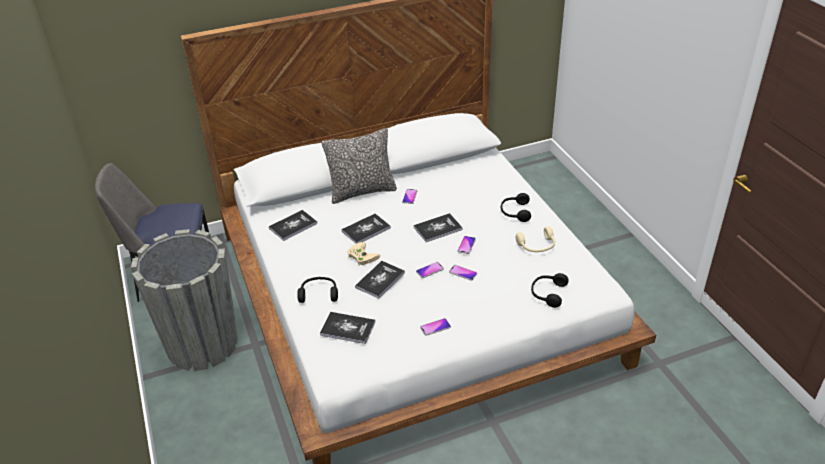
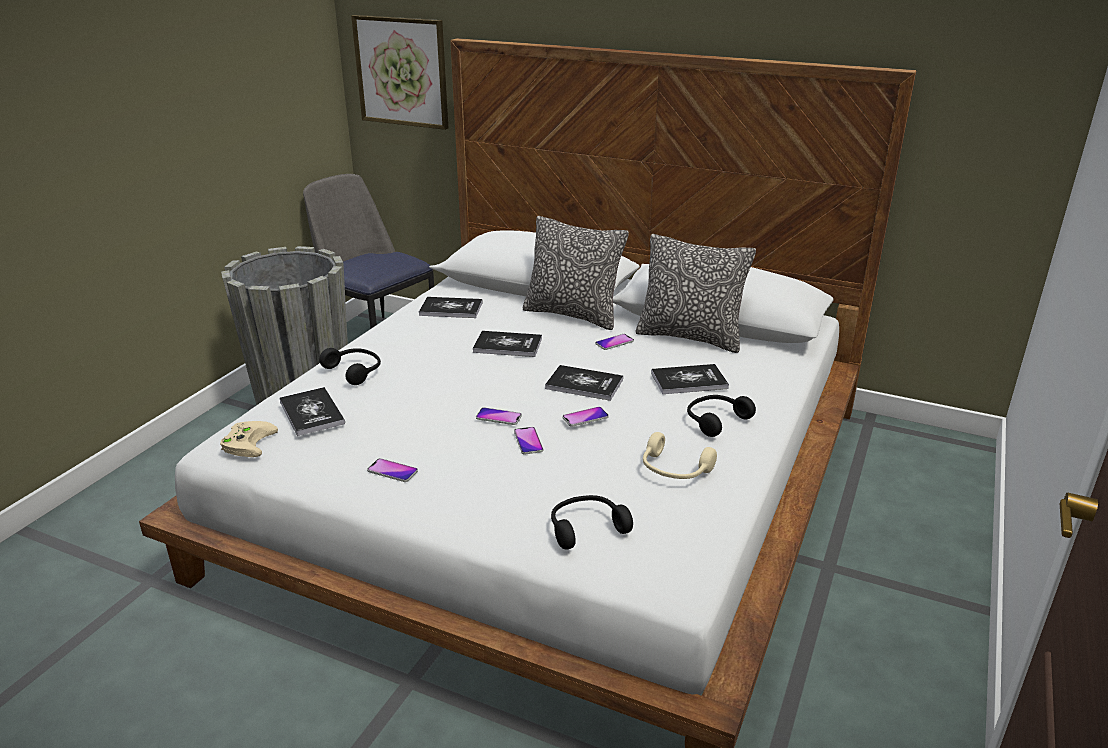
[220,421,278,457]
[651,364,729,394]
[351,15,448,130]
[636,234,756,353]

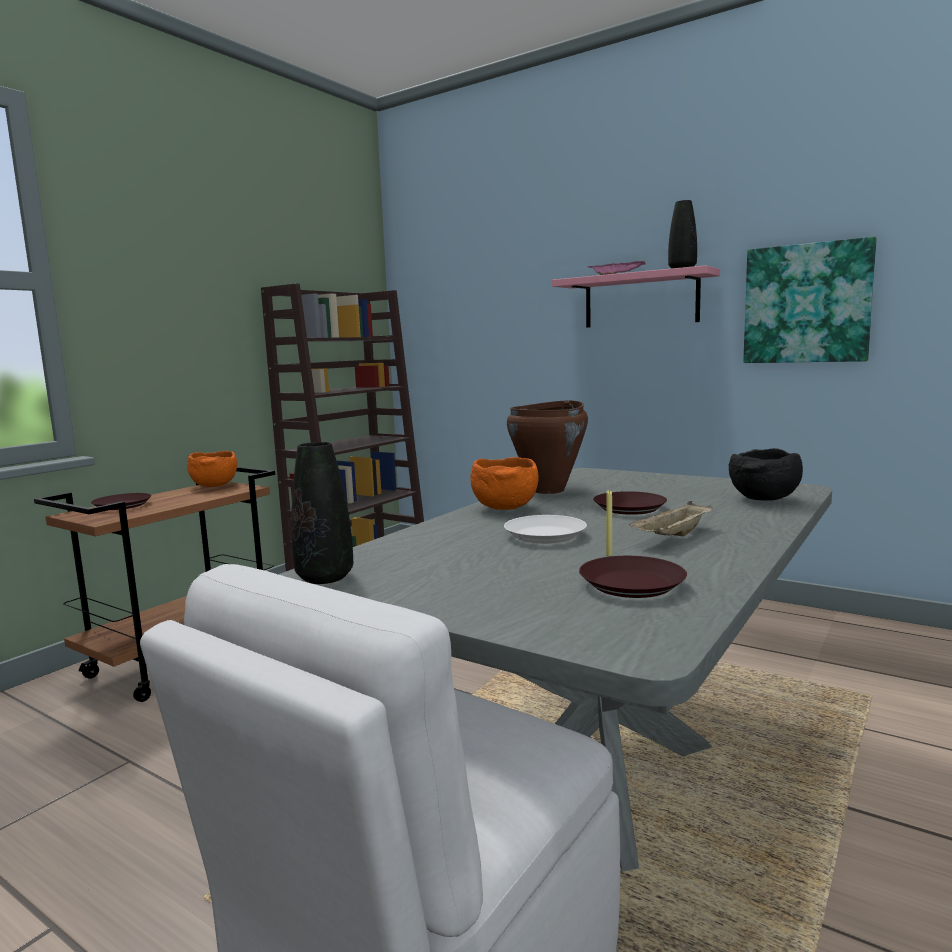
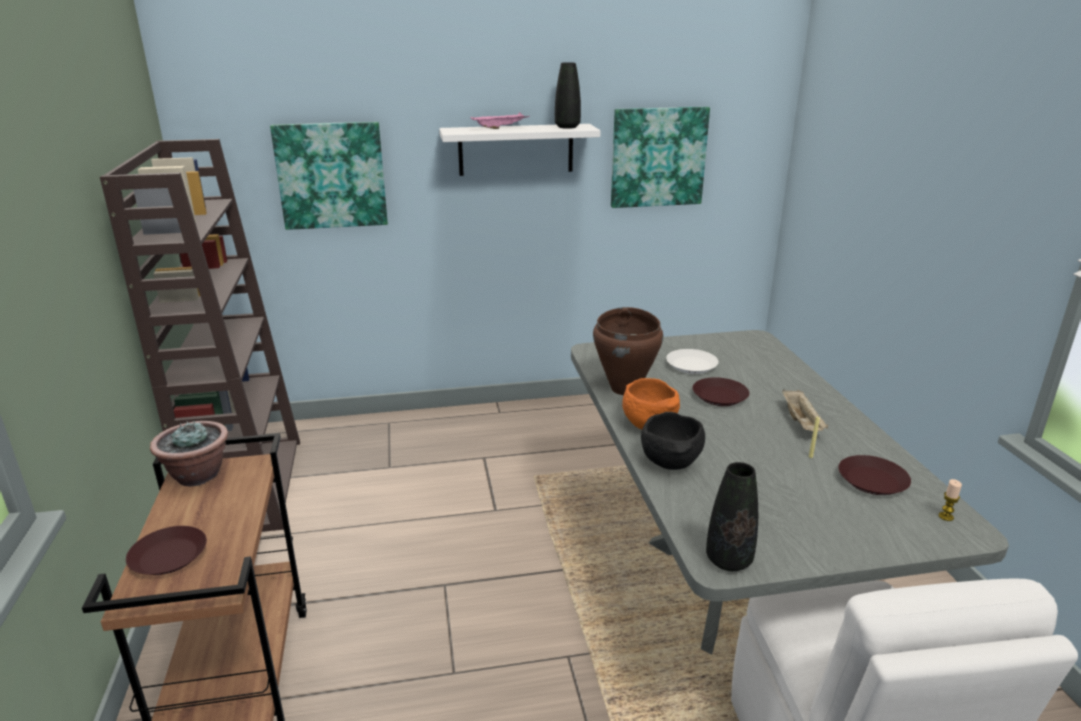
[150,421,228,486]
[666,349,718,374]
[439,124,601,176]
[641,412,705,470]
[270,122,388,230]
[938,479,962,521]

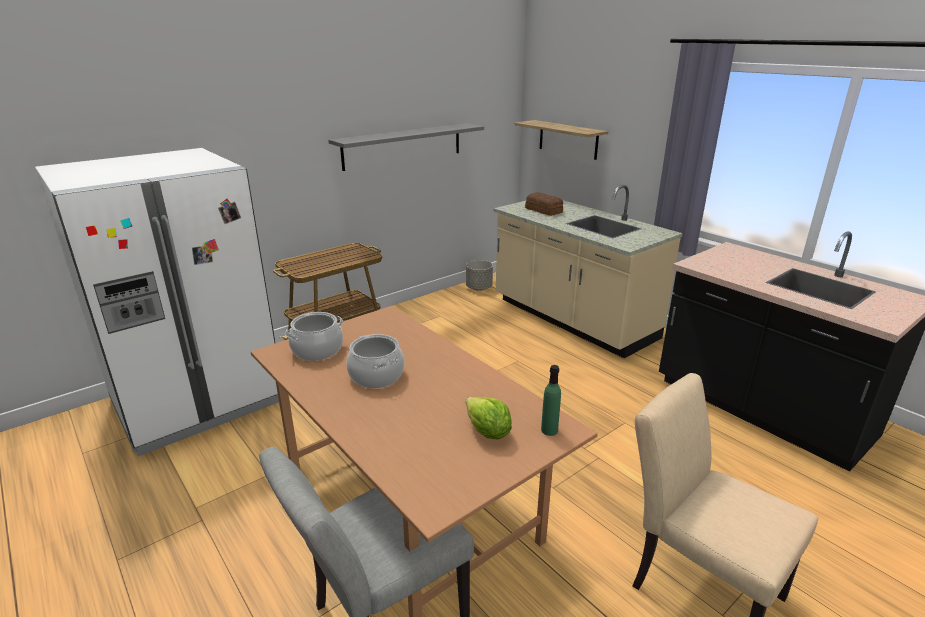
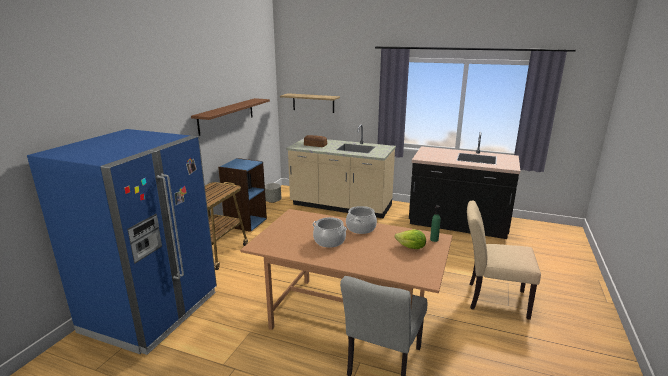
[27,129,217,355]
[346,206,377,234]
[191,98,270,136]
[218,158,267,232]

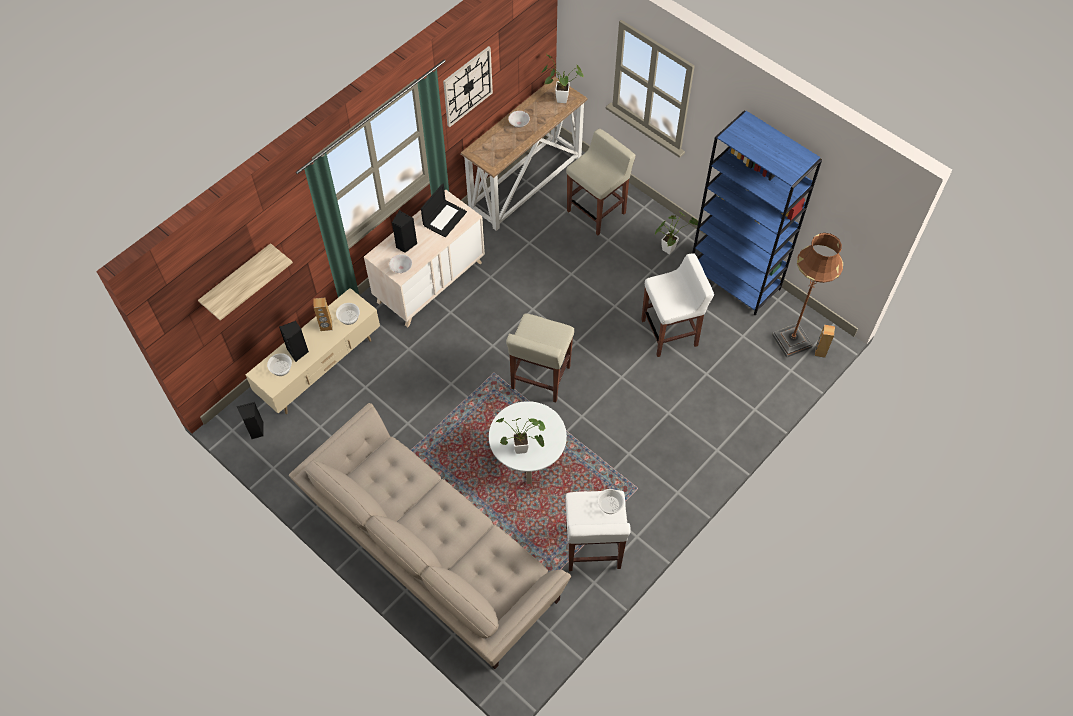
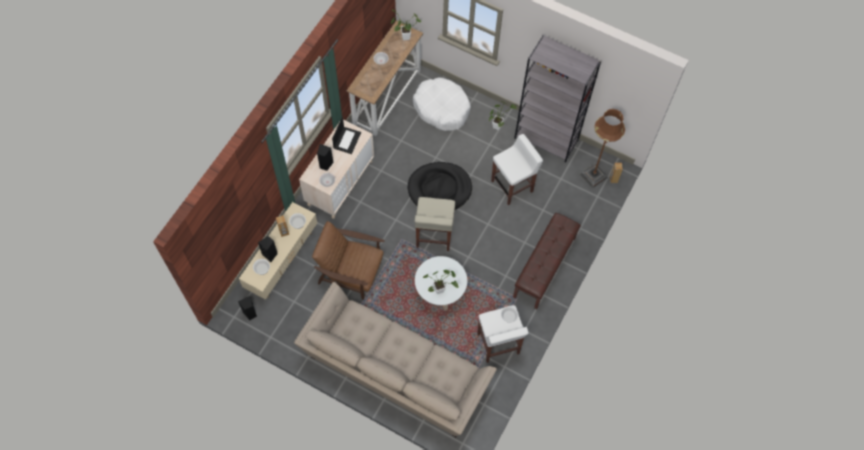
[198,243,293,321] (first image)
[443,46,493,127] (first image)
[413,77,471,131]
[514,36,601,163]
[312,221,385,300]
[408,162,472,210]
[513,213,581,309]

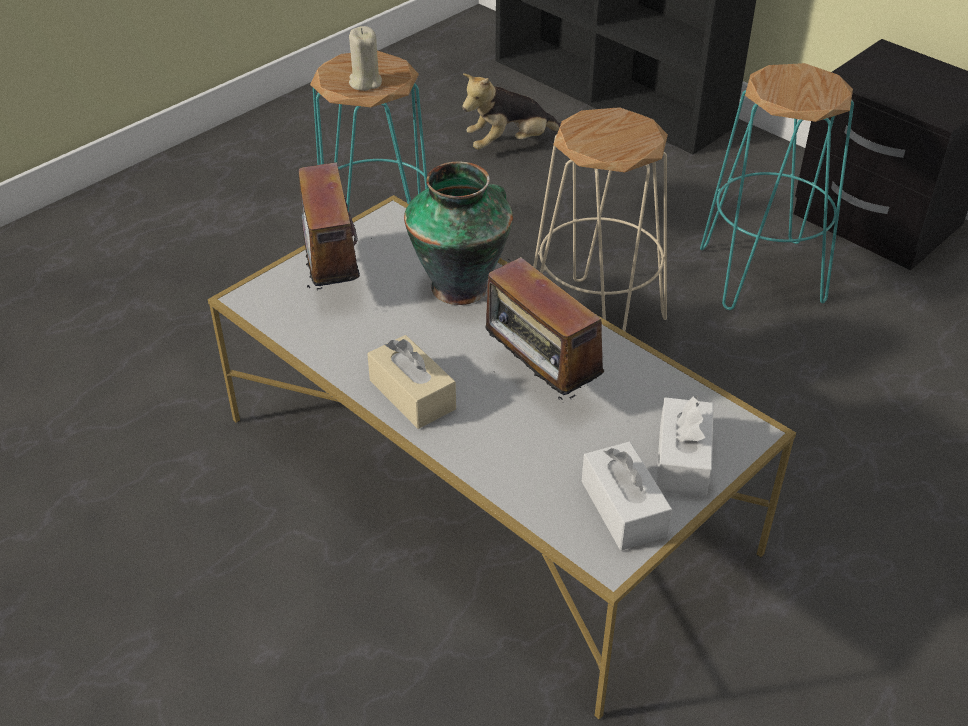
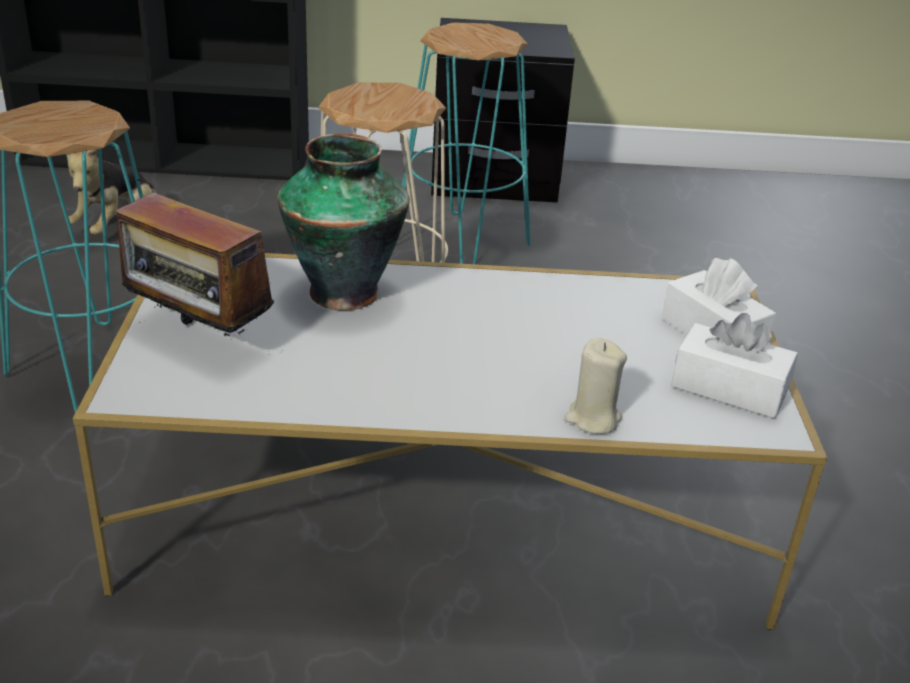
[564,338,627,434]
[367,335,456,429] (first image)
[485,257,604,400] (first image)

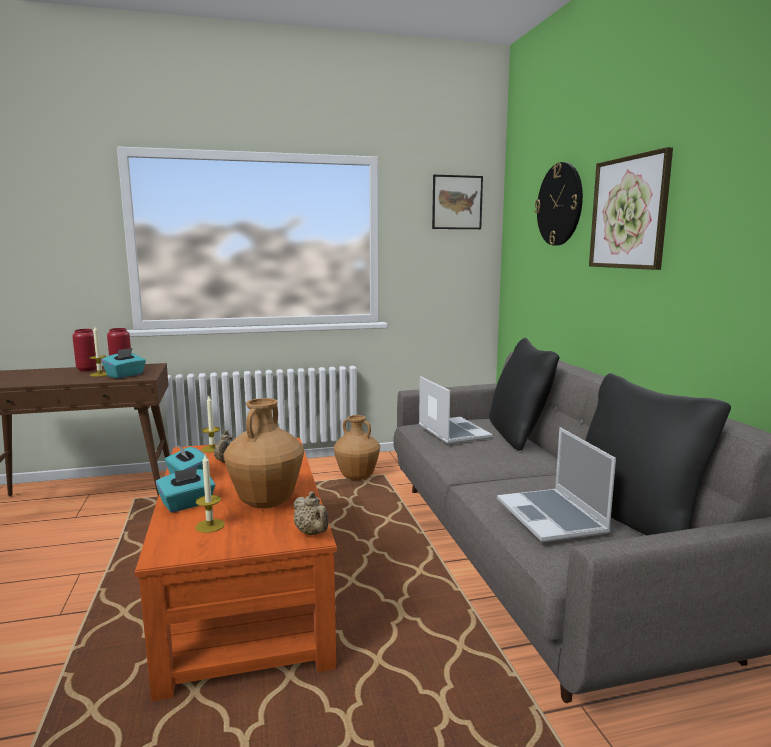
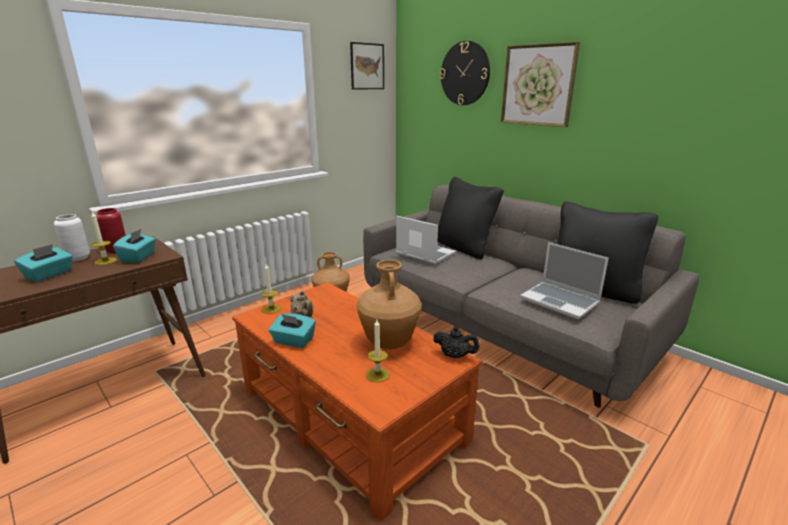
[54,214,90,262]
[14,244,73,282]
[433,326,480,358]

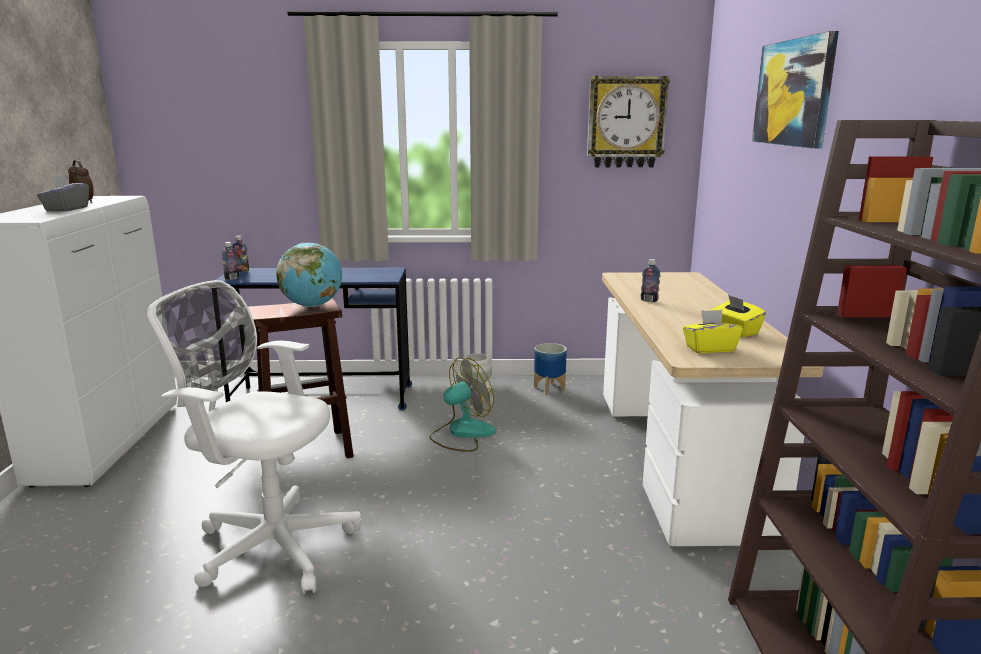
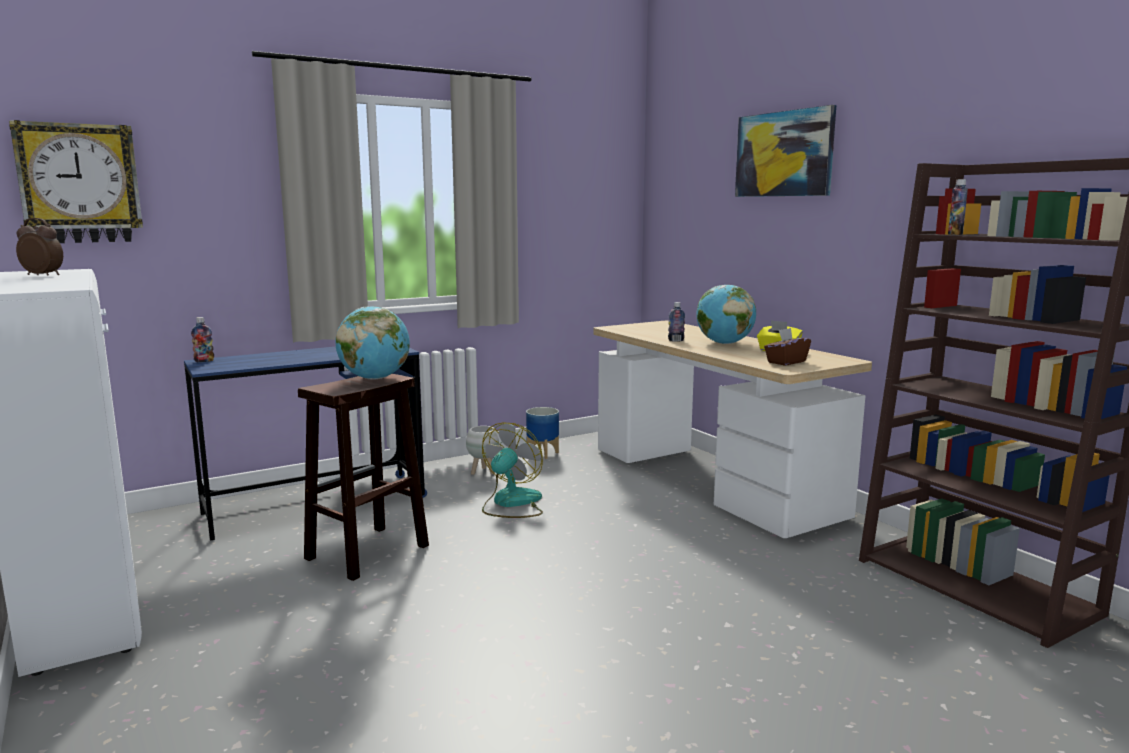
[37,175,89,212] (first image)
[147,280,361,594] (first image)
[948,179,968,235]
[9,120,143,243]
[764,328,811,366]
[696,285,756,344]

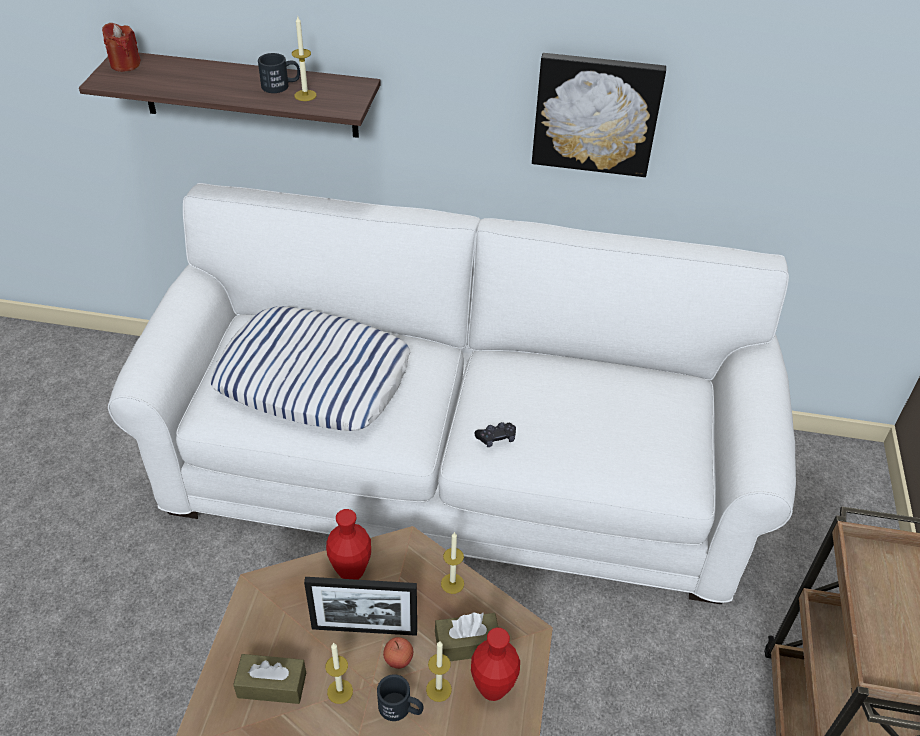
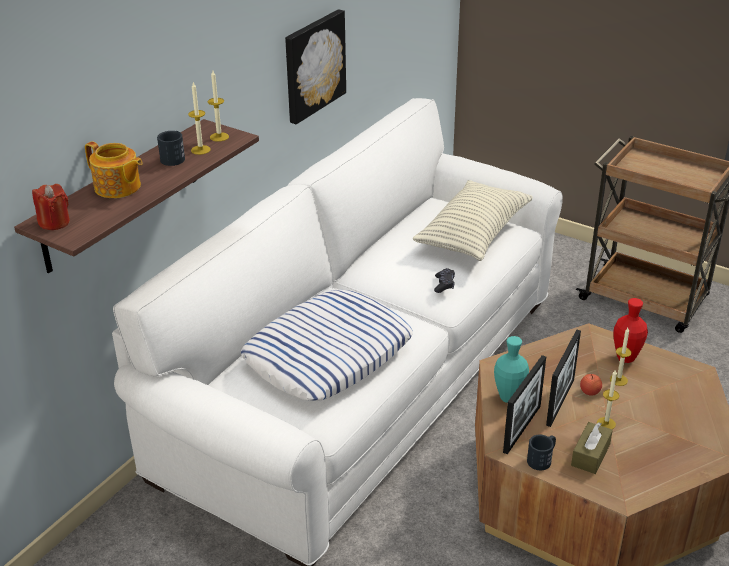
[494,336,529,403]
[527,435,556,470]
[435,612,498,661] (first image)
[208,71,229,142]
[85,141,143,198]
[413,180,533,261]
[503,355,546,454]

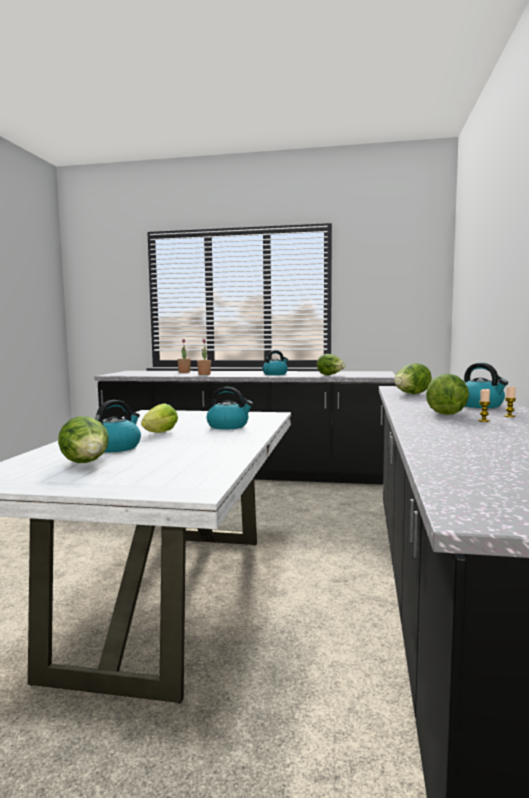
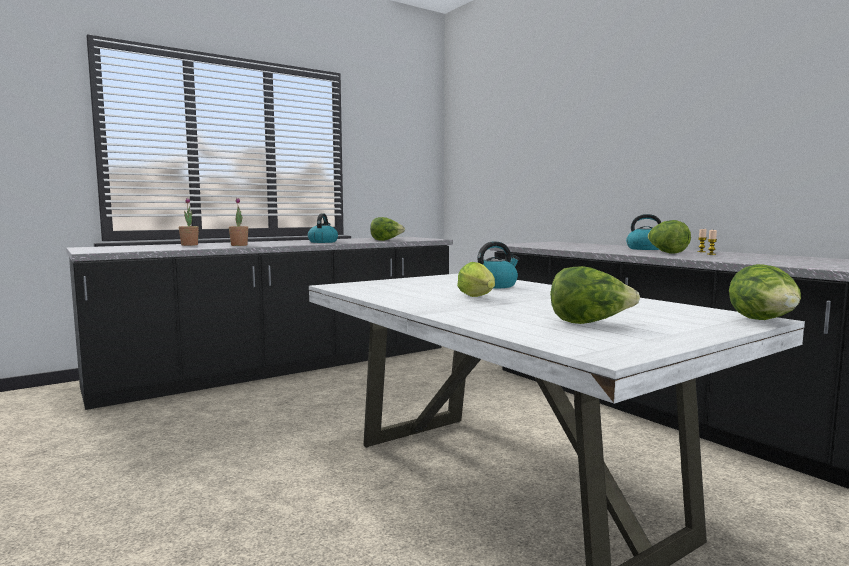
[96,400,141,452] (first image)
[729,264,801,320]

